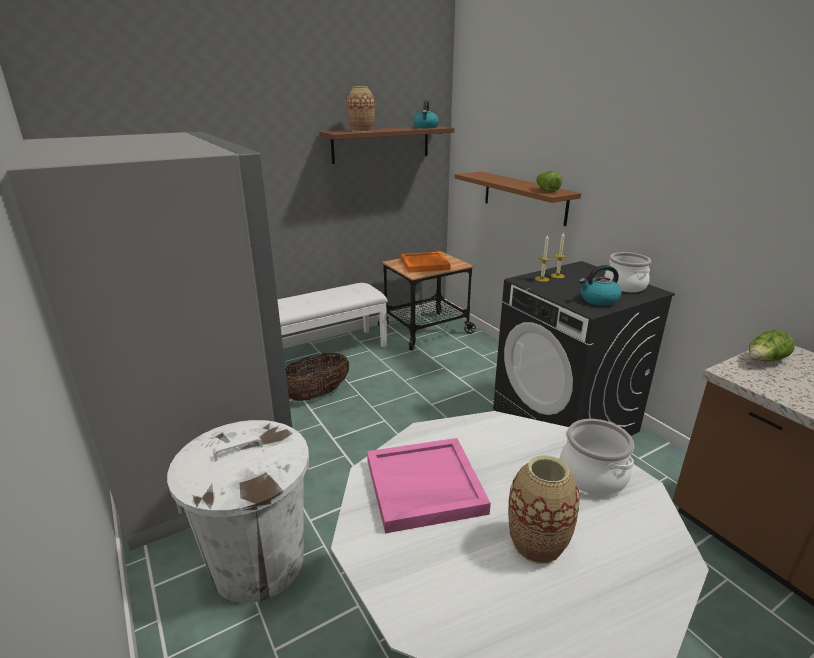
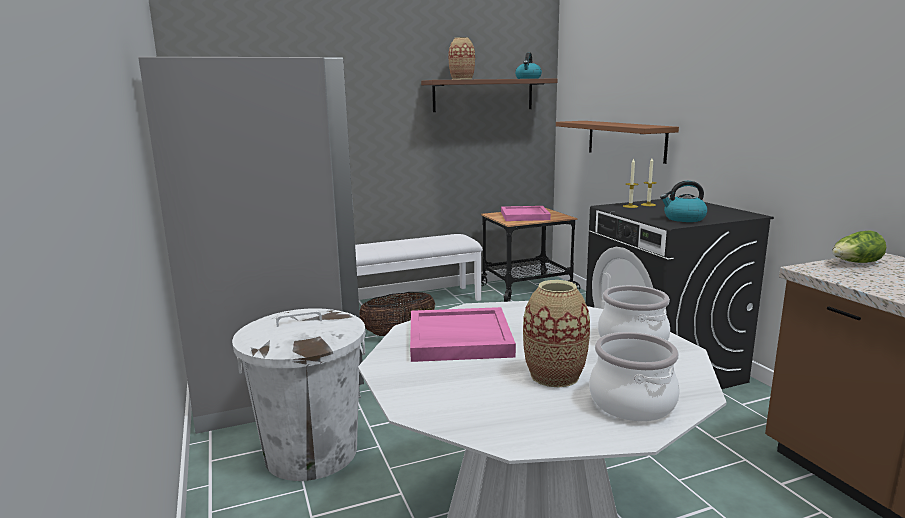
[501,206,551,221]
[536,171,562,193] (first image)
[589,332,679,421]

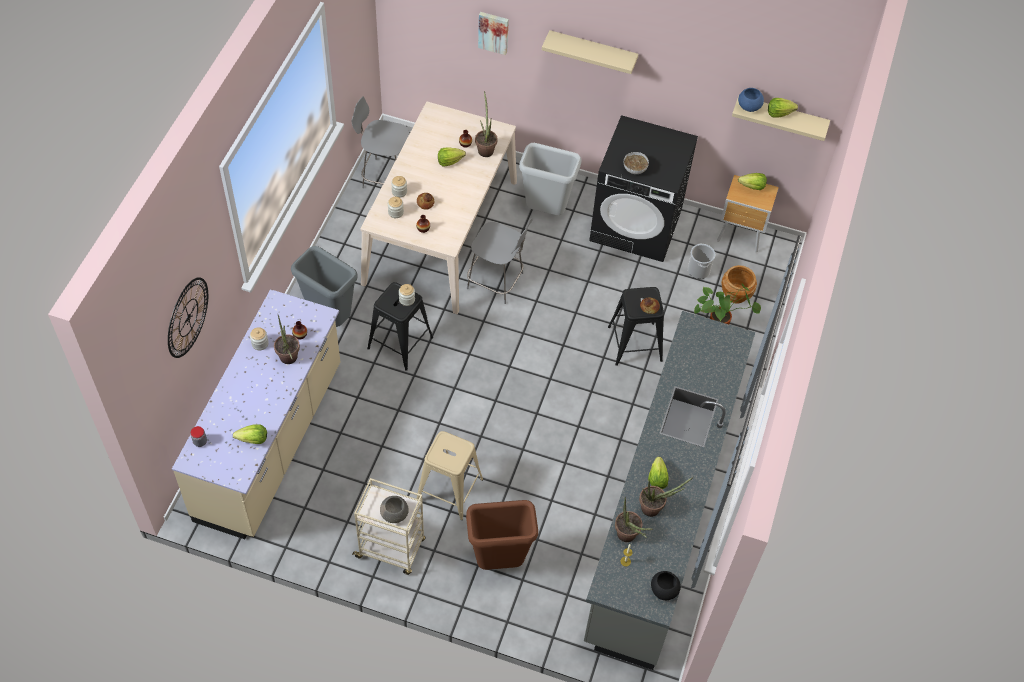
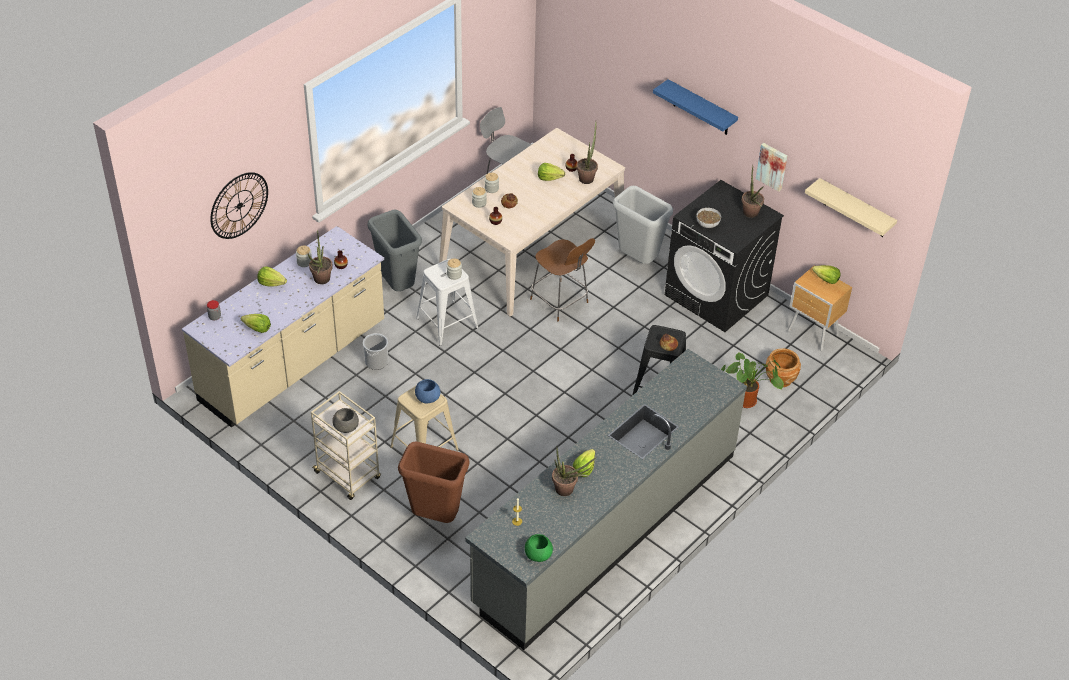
[416,259,478,346]
[530,238,595,322]
[756,143,787,192]
[653,79,738,135]
[742,166,764,218]
[525,534,553,562]
[363,333,388,370]
[415,379,441,403]
[257,266,287,287]

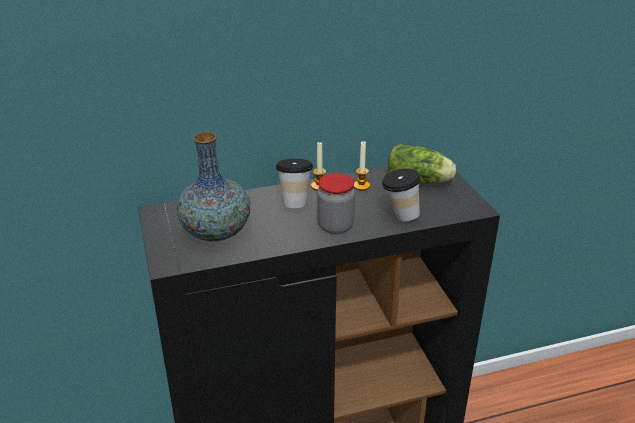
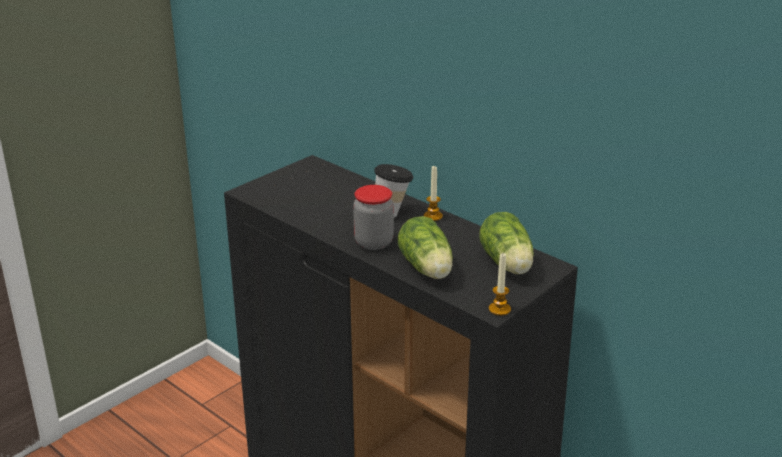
[177,132,250,242] (first image)
[489,253,511,316]
[398,216,453,279]

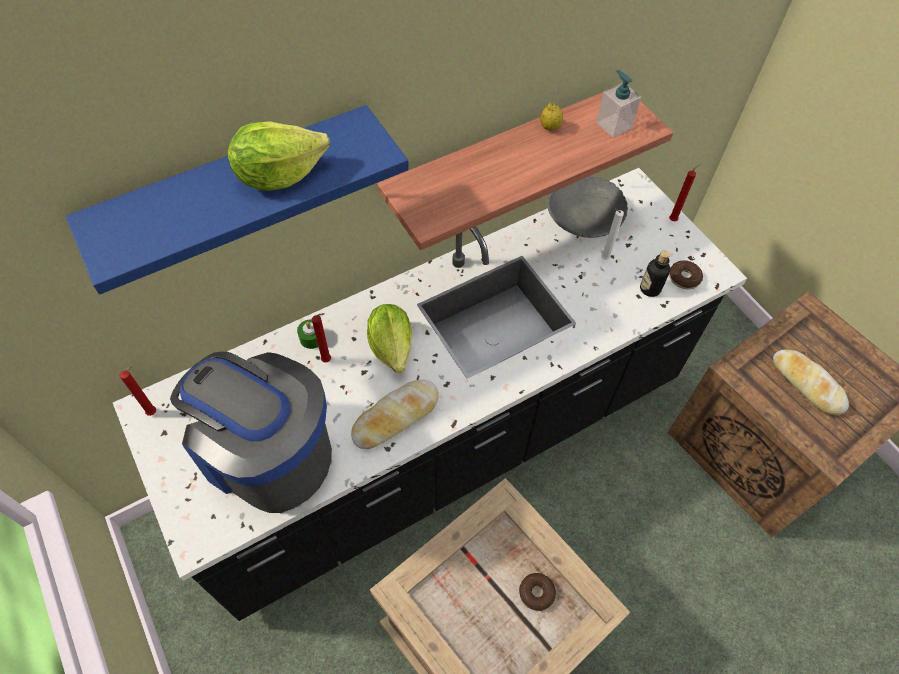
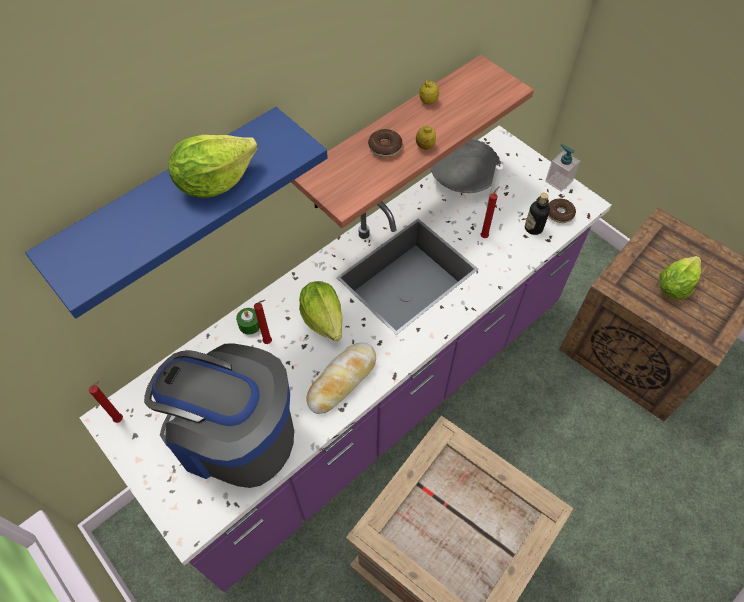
[79,125,611,592]
[368,129,402,157]
[545,144,581,192]
[480,186,500,238]
[659,256,701,299]
[416,125,436,150]

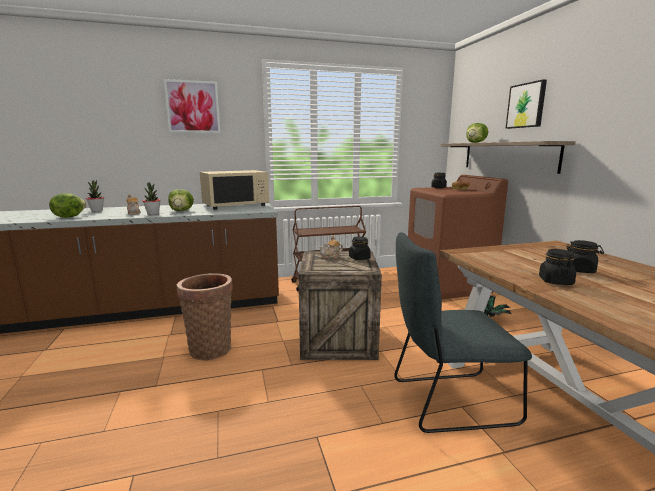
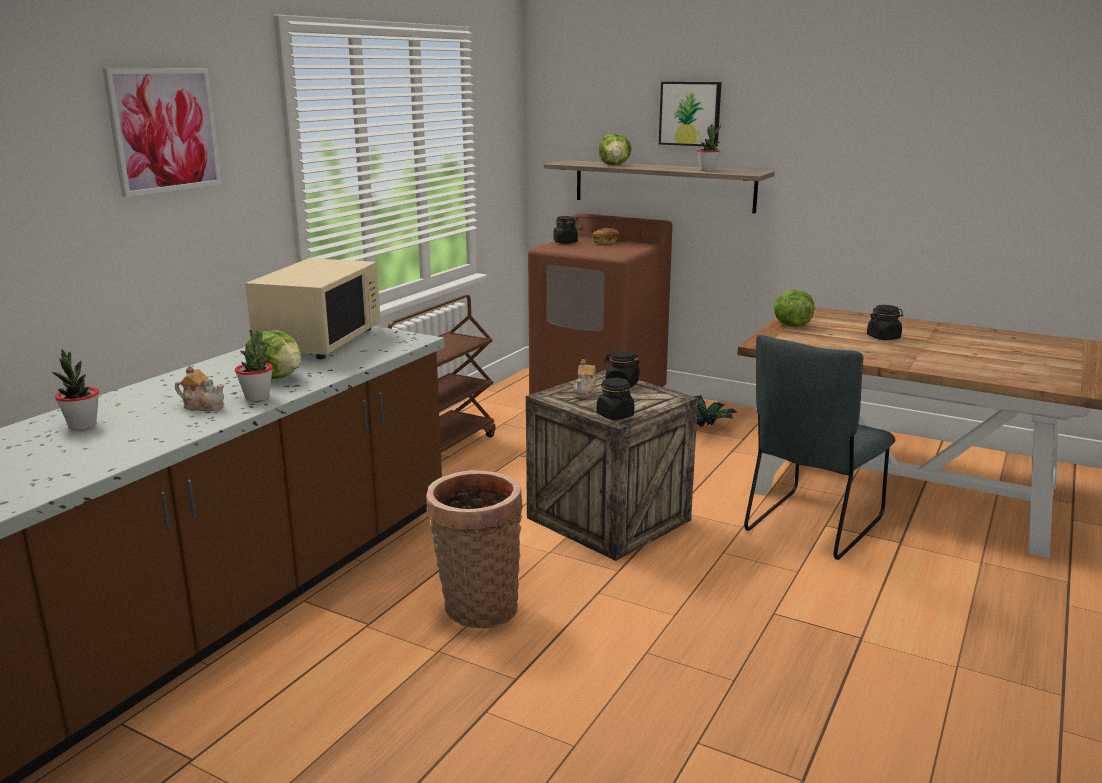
[774,290,814,327]
[597,378,635,420]
[697,124,721,171]

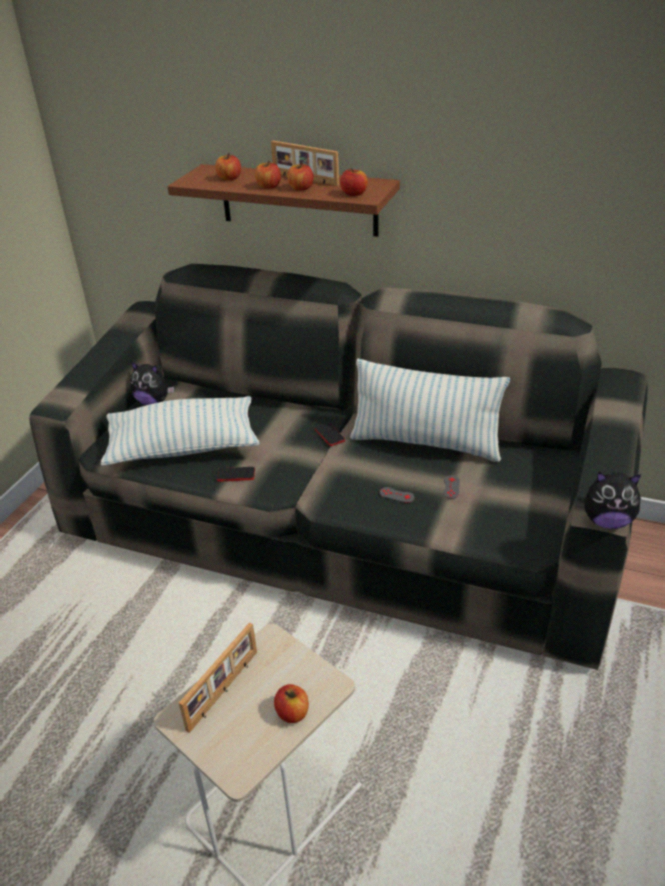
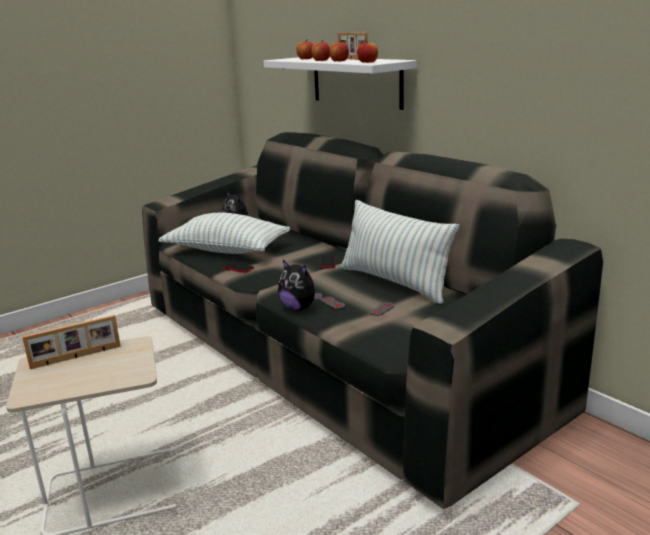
[264,57,417,110]
[274,684,309,723] (first image)
[278,260,322,311]

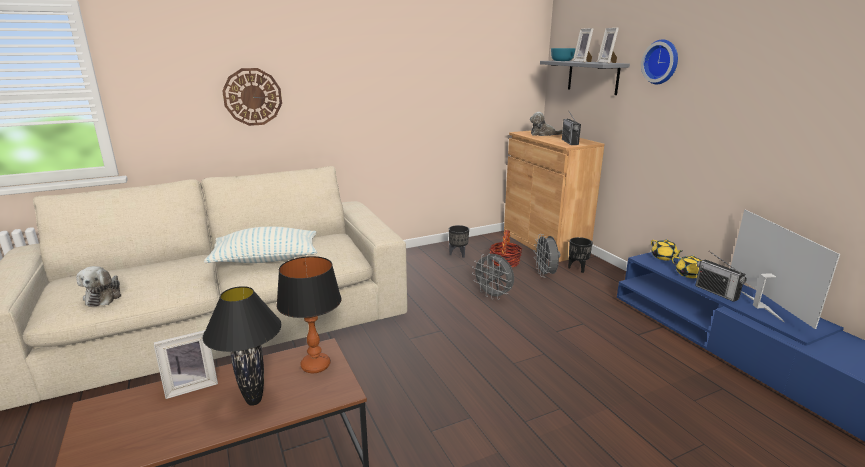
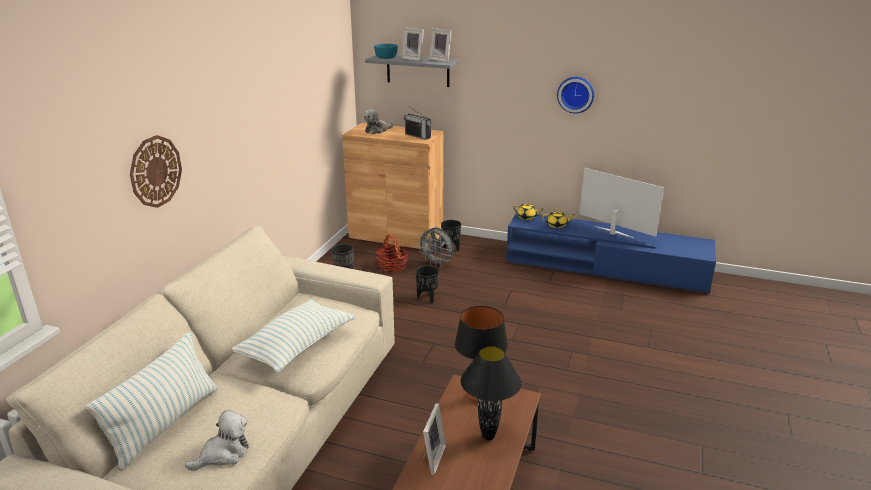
[185,410,249,471]
[415,265,439,303]
[557,77,594,114]
[695,251,747,302] (first image)
[86,331,218,471]

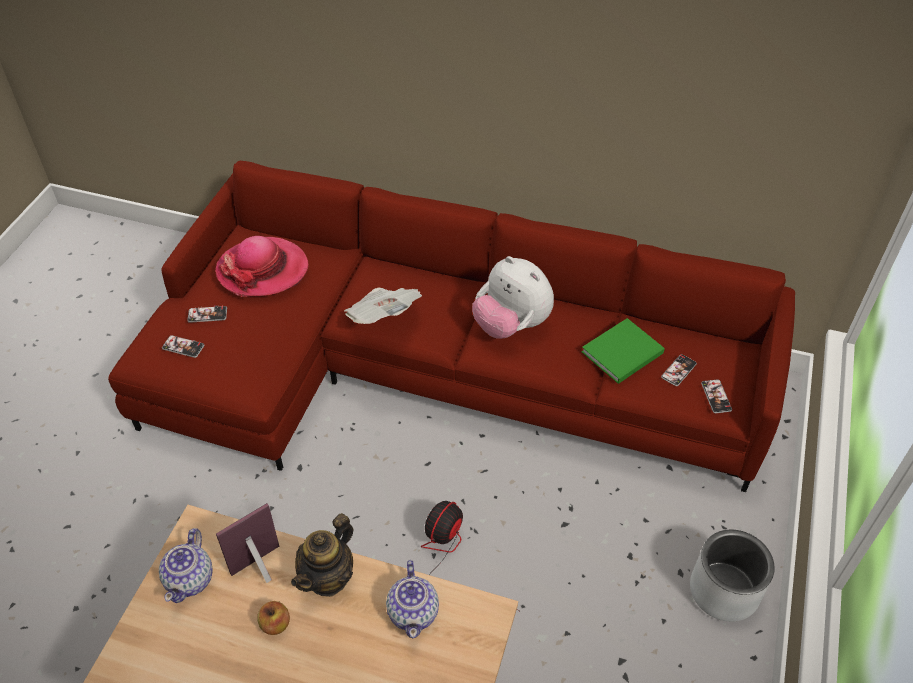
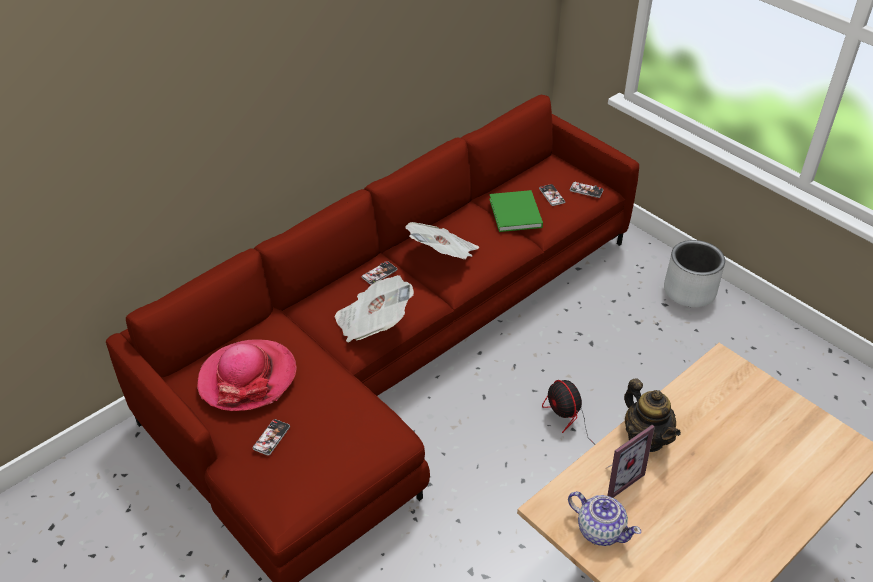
[362,261,397,285]
[605,425,655,498]
[257,601,290,635] (first image)
[386,560,439,638] (first image)
[405,222,479,259]

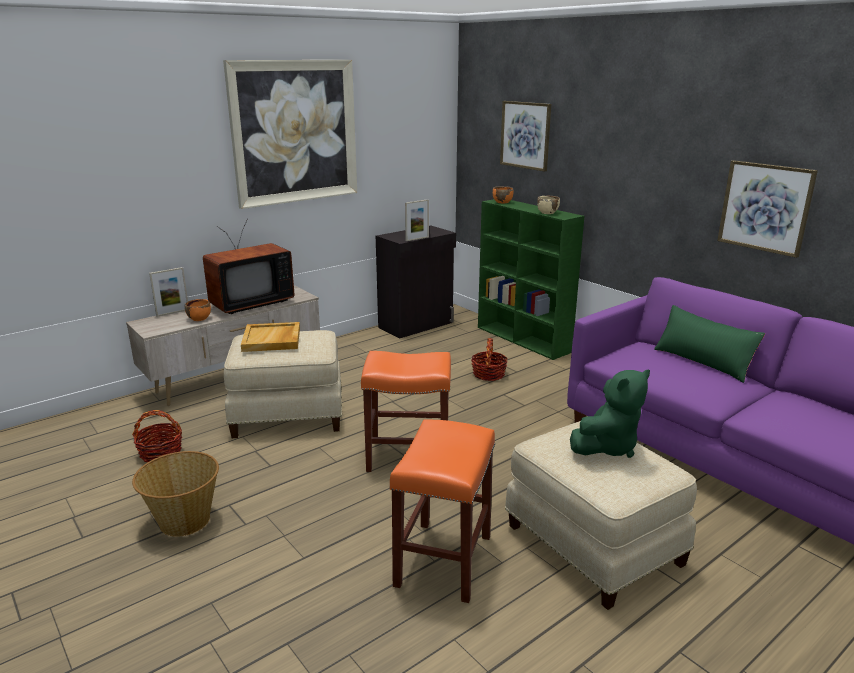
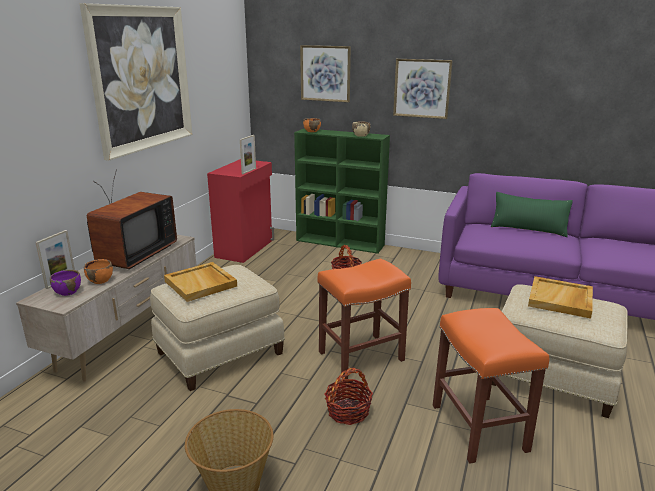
[325,368,373,425]
[207,159,274,263]
[528,276,593,319]
[393,59,453,119]
[50,270,81,296]

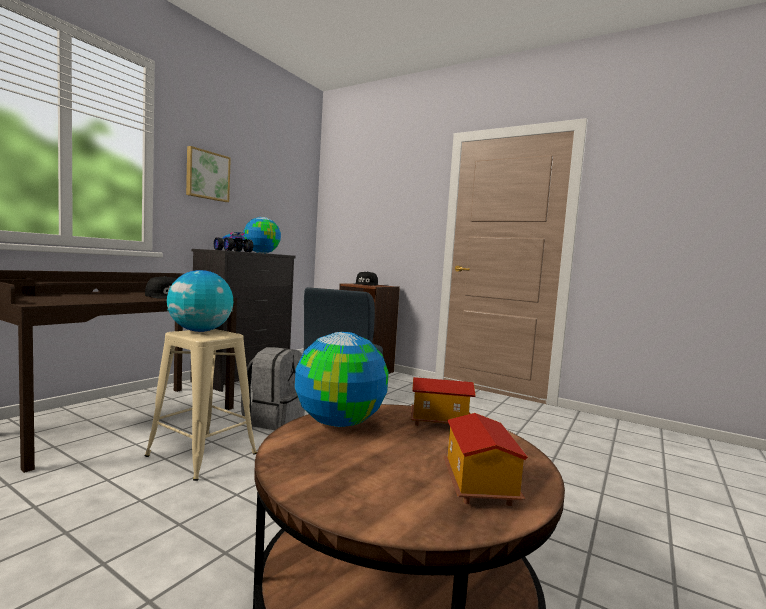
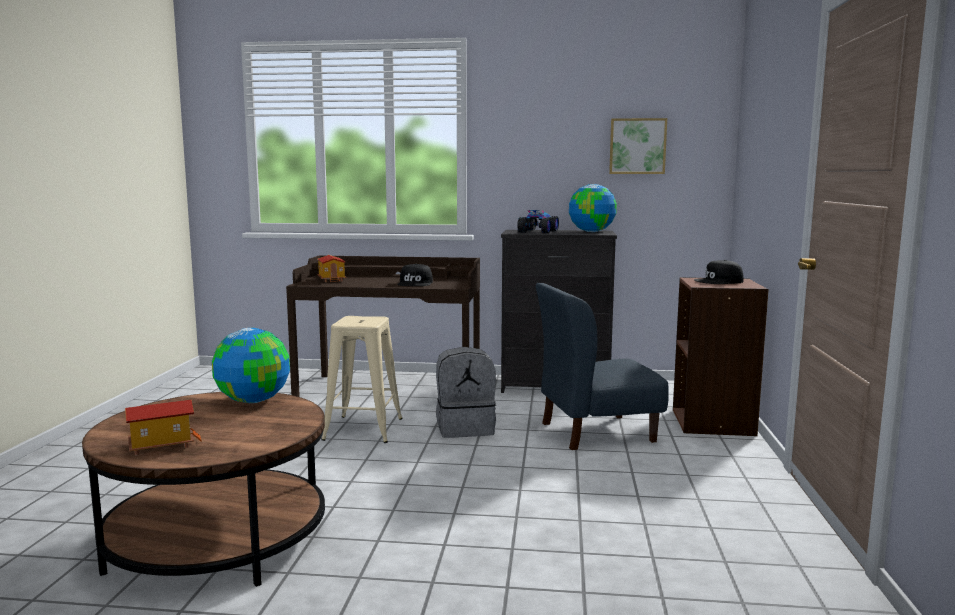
[167,270,233,332] (first image)
[609,118,667,174]
[317,255,346,282]

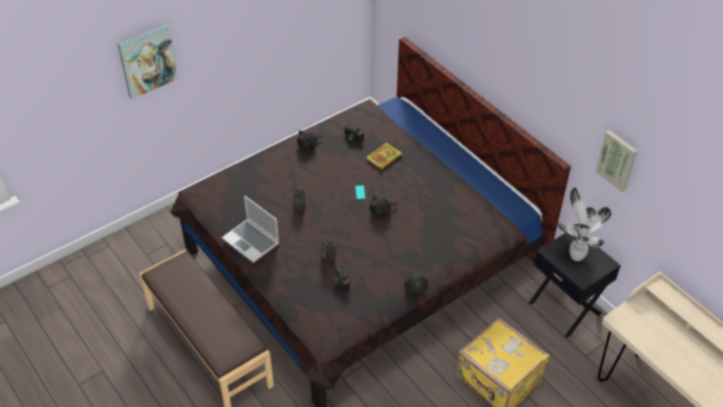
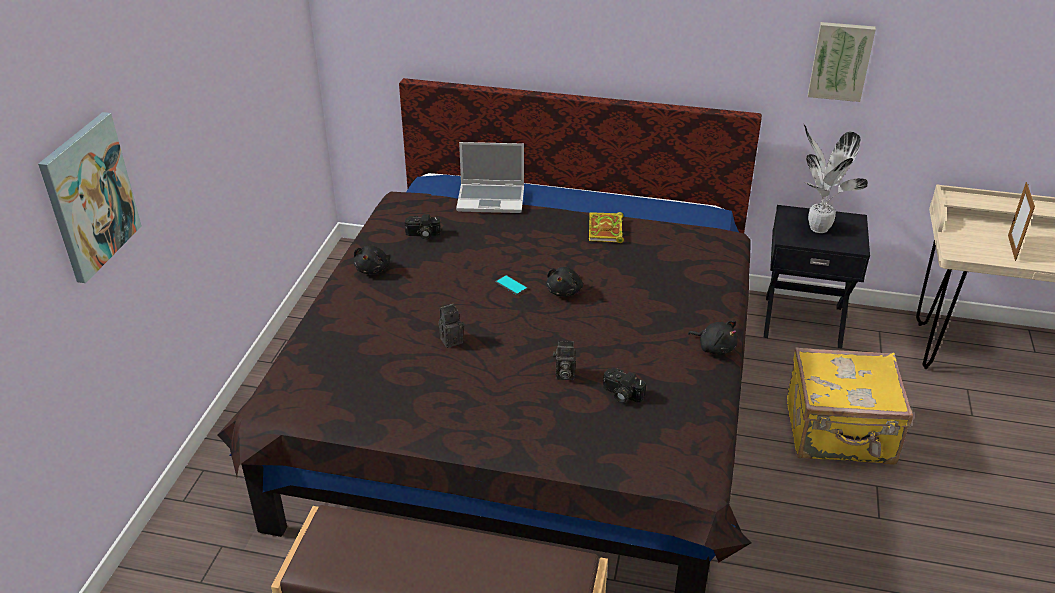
[456,142,524,213]
[589,212,624,243]
[1008,182,1035,261]

